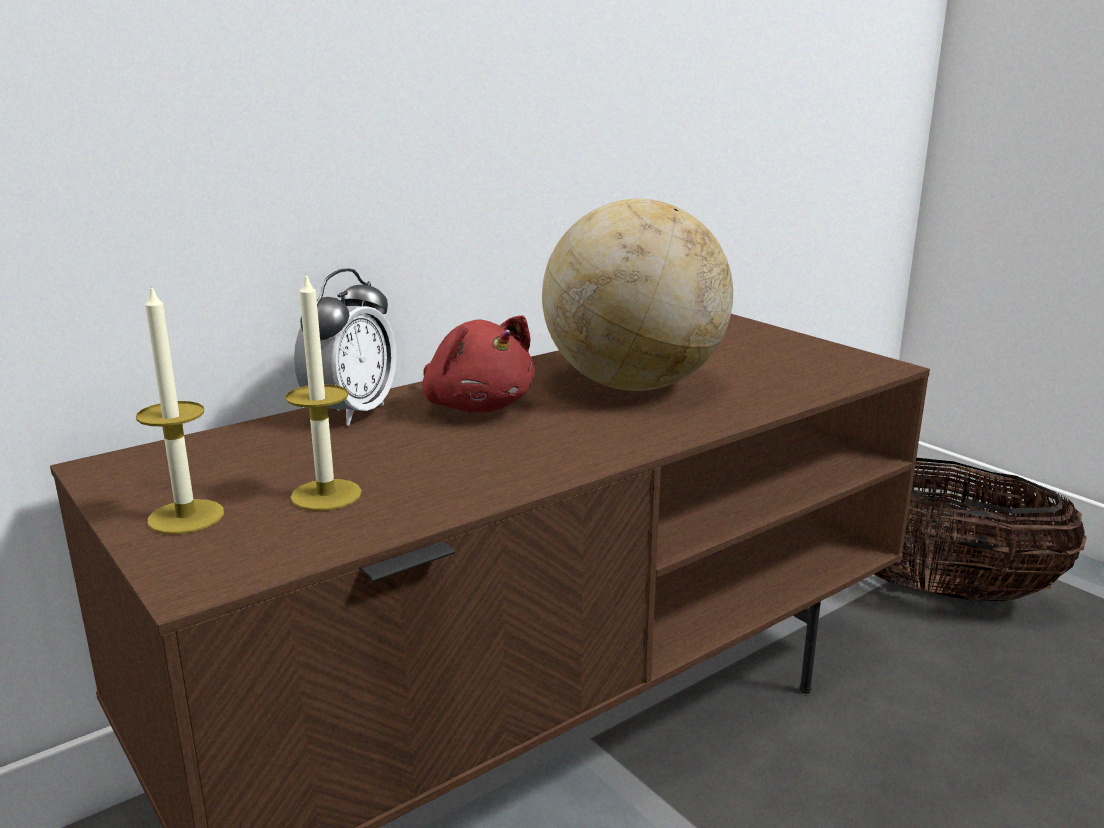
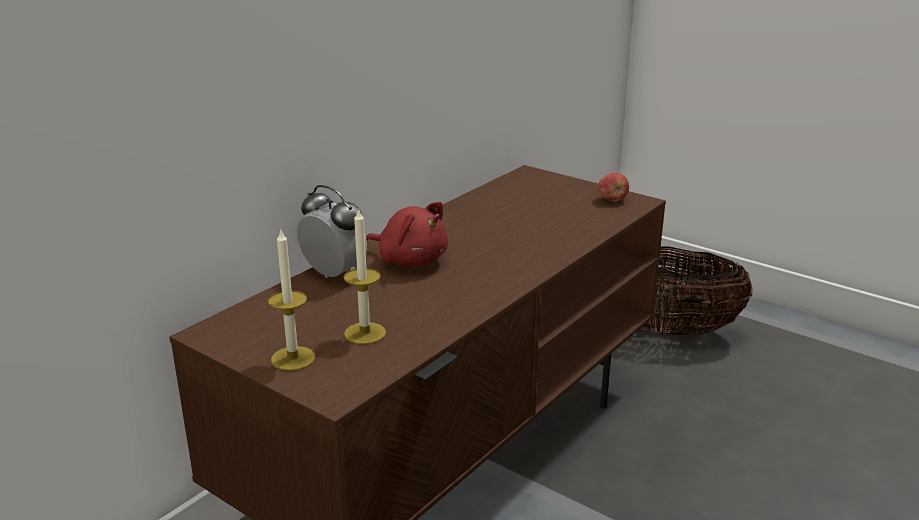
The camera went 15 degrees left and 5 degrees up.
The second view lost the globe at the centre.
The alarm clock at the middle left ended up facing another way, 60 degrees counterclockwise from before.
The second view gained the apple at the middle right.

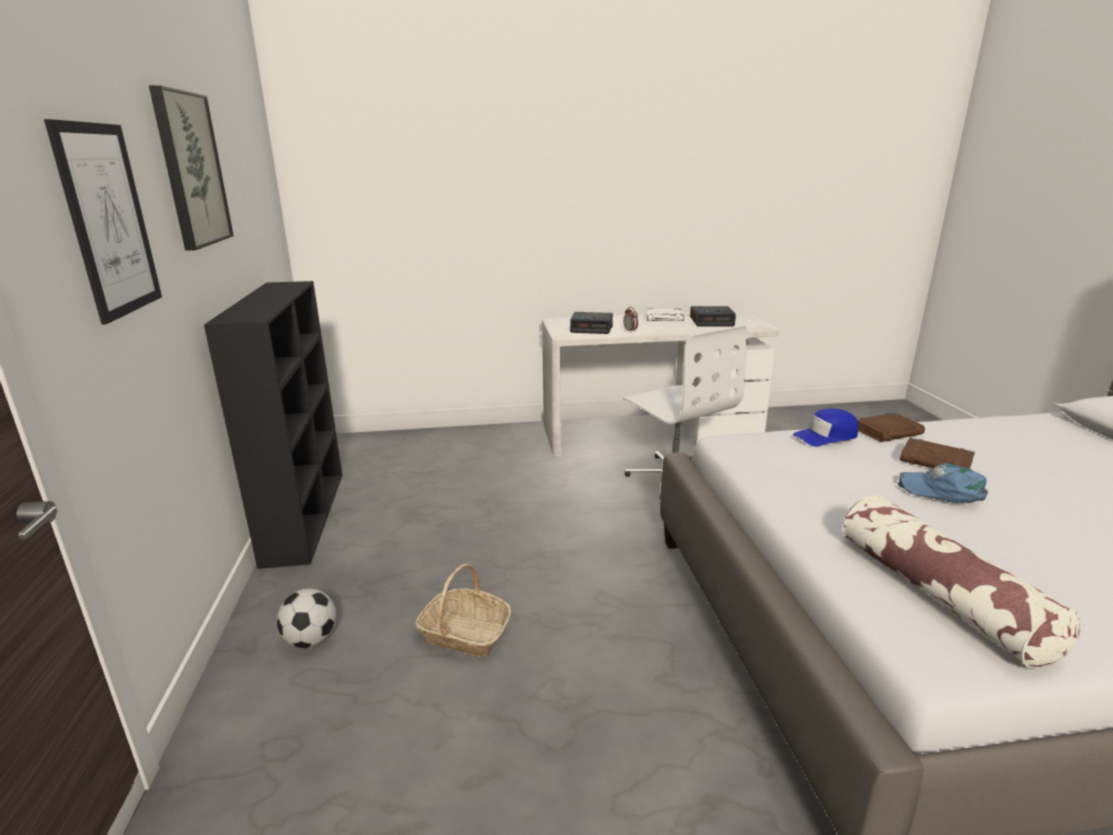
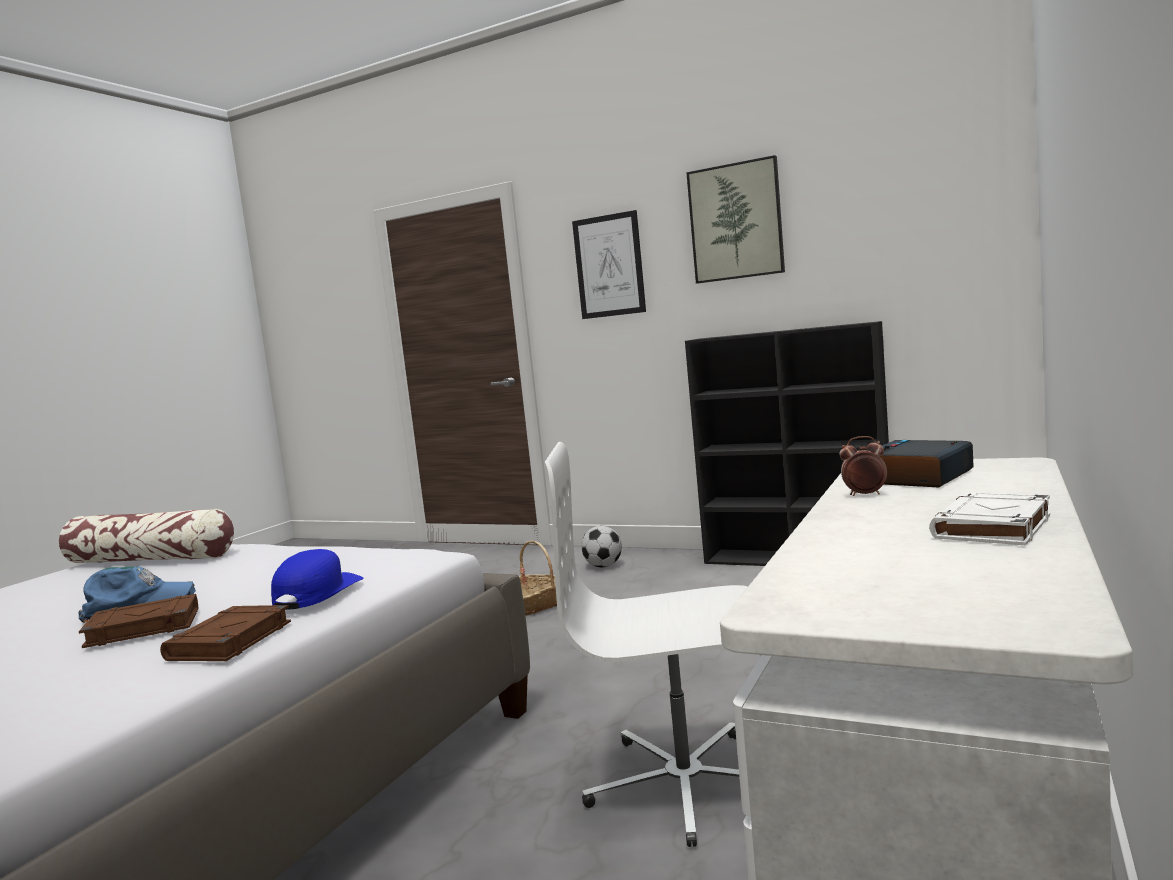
The camera went 125 degrees right and 15 degrees down.
The second view lost the alarm clock (3rd from left) at the centre.

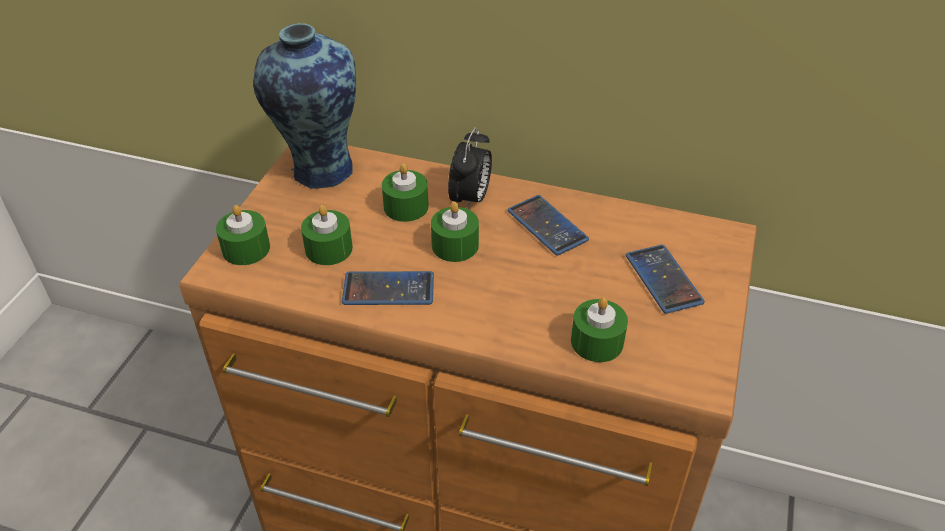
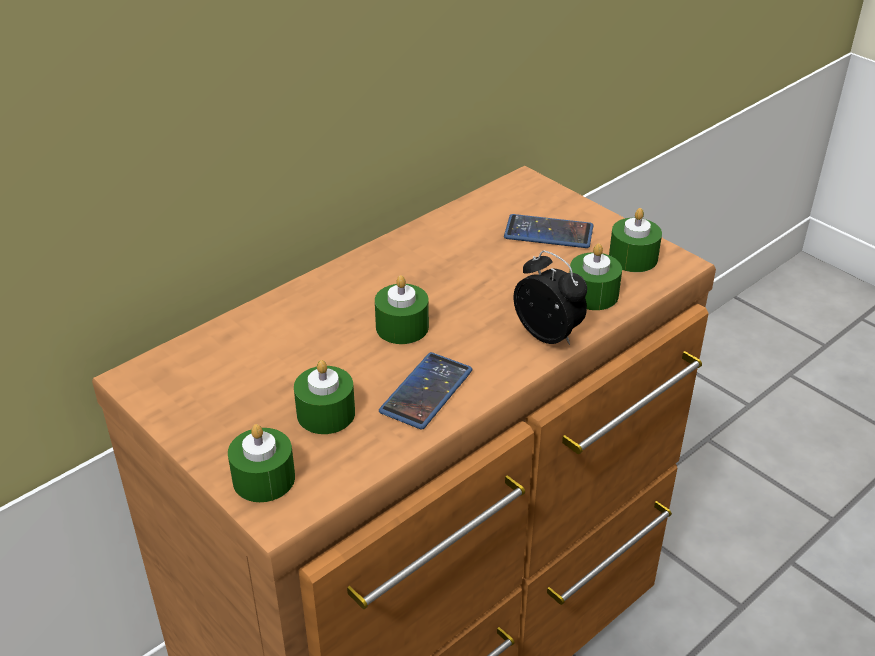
The camera went 60 degrees left and 5 degrees down.
The second view lost the vase at the top left.
The alarm clock ended up elsewhere, having gone from the top centre to the centre.
The green candle (3rd from left in the first image) ended up elsewhere, having gone from the centre to the middle right.
The second view lost the phone (2nd from left) at the centre.

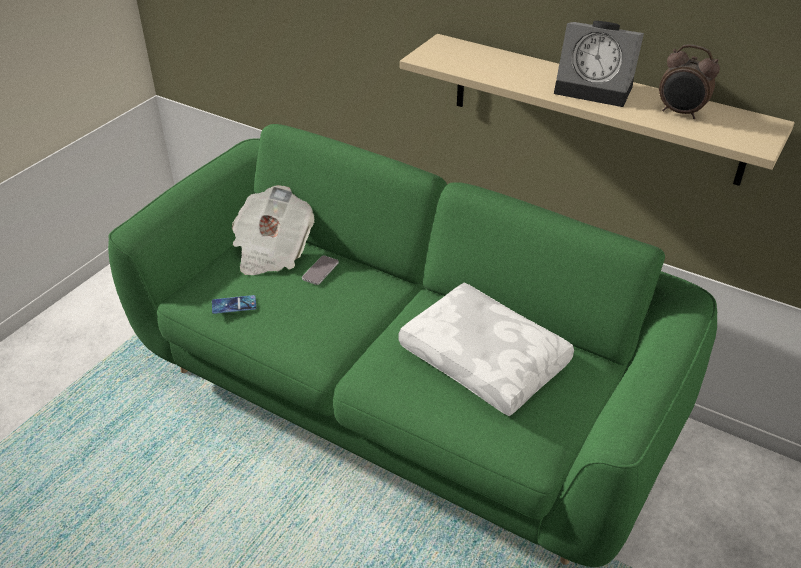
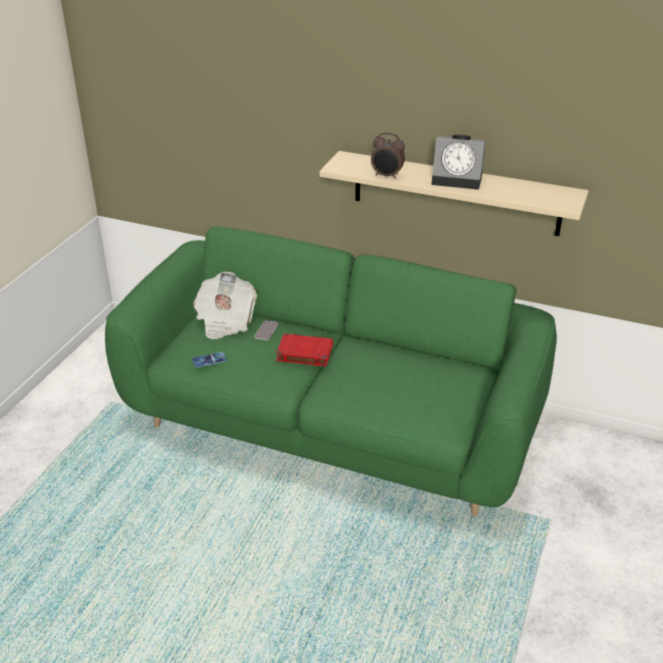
The camera went 10 degrees left and 5 degrees down.
The alarm clock (2nd from left in the first image) ended up elsewhere, having gone from the top right to the top centre.
The second view lost the white pillow at the centre.
The second view gained the red book at the centre.

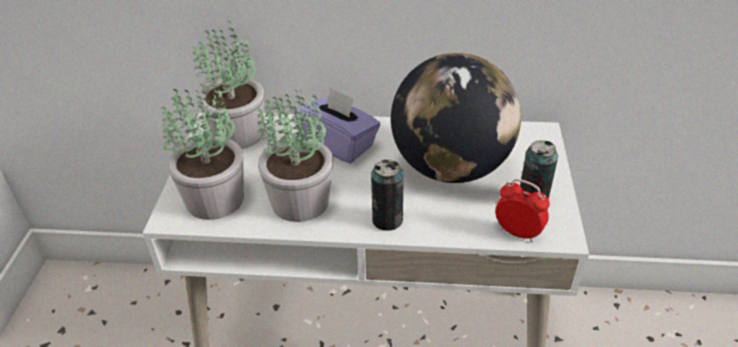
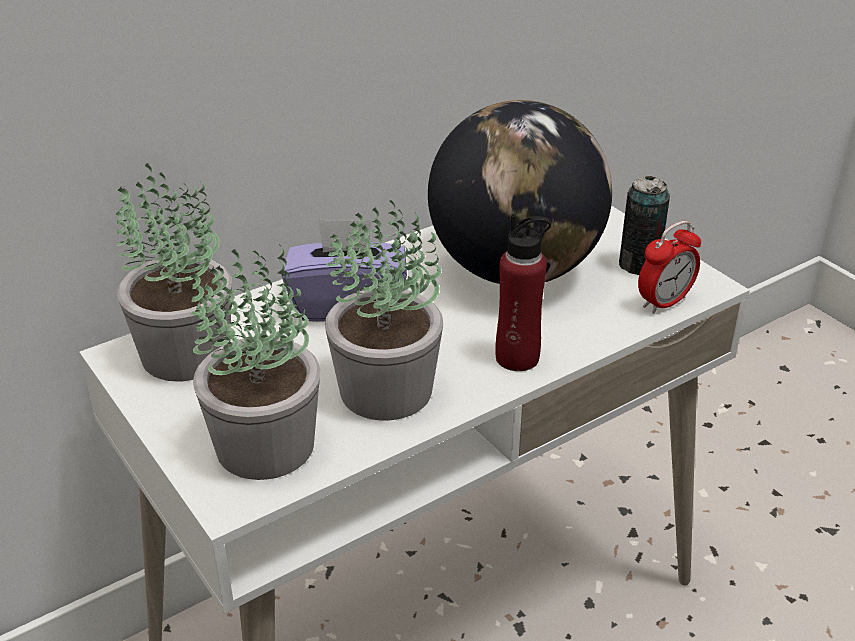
The camera went 40 degrees left and 5 degrees down.
Where the can (1st from left) stood at the centre, the red bottle came to stand at the centre.
The alarm clock at the middle right ended up facing another way, 150 degrees clockwise from before.

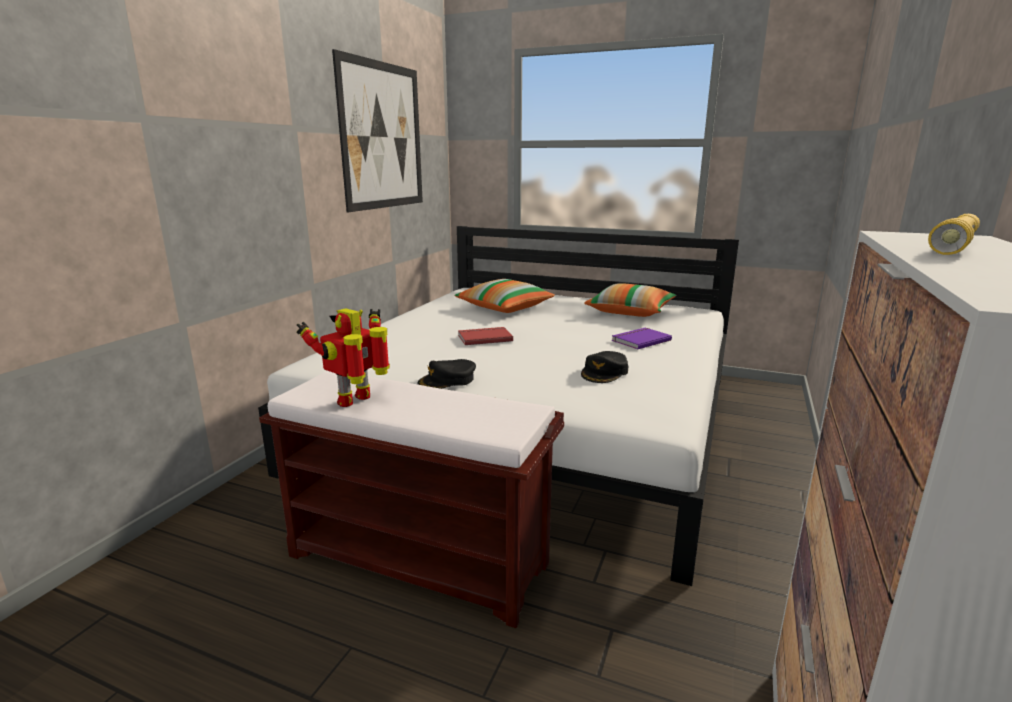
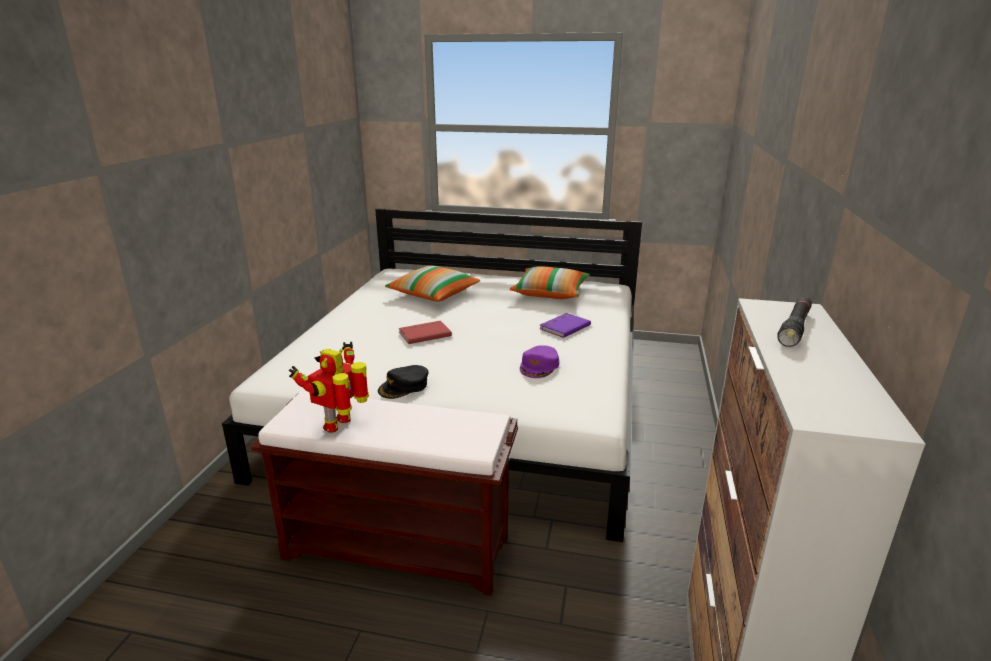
The camera went 10 degrees left and 5 degrees up.
The second view lost the picture at the top centre.
What was the yellow flashlight at the middle right turned into the black flashlight at the middle right.
What was the black cap (2nd from left) at the centre turned into the purple cap at the centre.

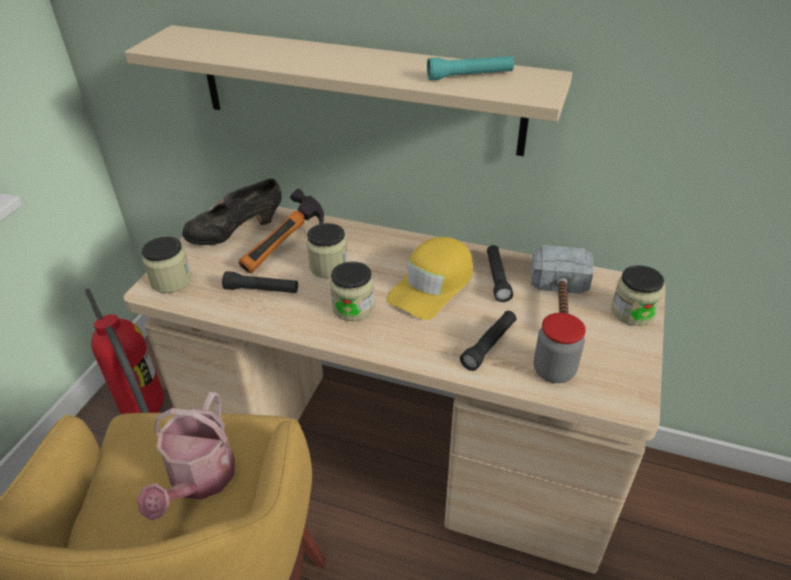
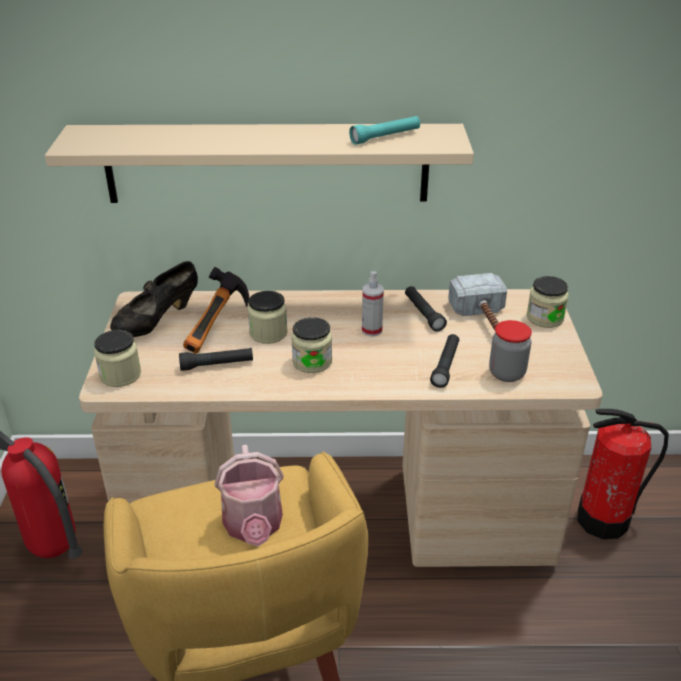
The camera went 20 degrees left and 5 degrees down.
Where the yellow cap stood at the centre, the spray bottle came to stand at the centre.
The second view gained the fire extinguisher (2nd from left) at the bottom right.

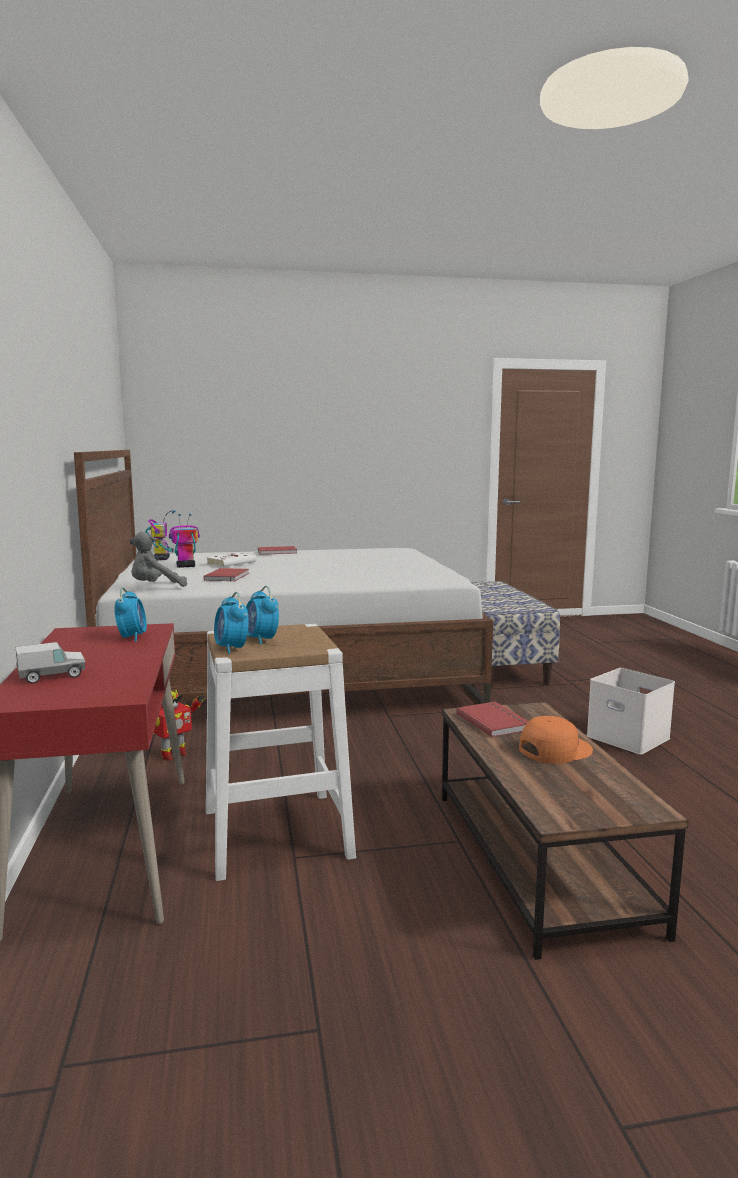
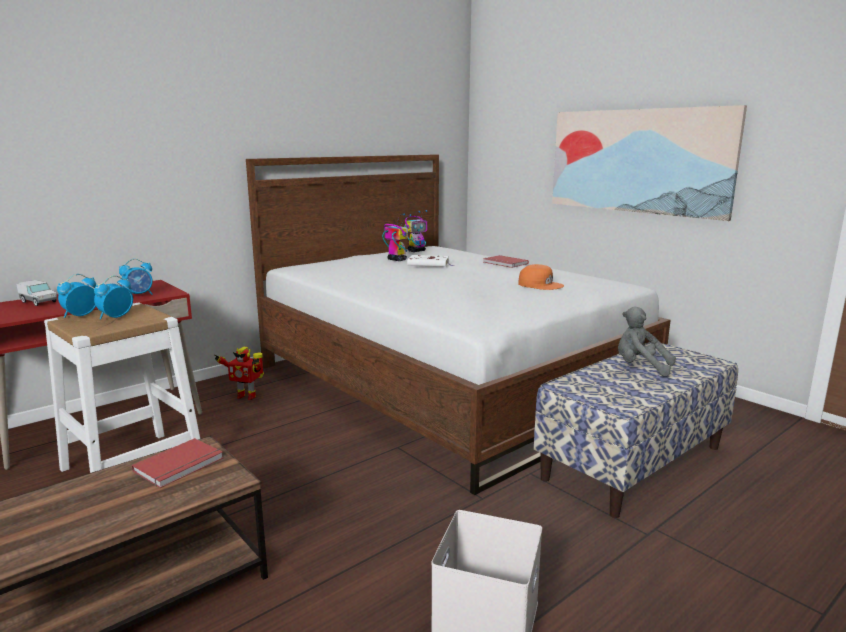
The camera went 60 degrees right and 5 degrees up.
The grey plush toy ended up elsewhere, having gone from the middle left to the middle right.
The second view lost the red book (1st from left) at the middle left.
The orange cap ended up elsewhere, having gone from the middle right to the centre.
The second view gained the picture at the top right.

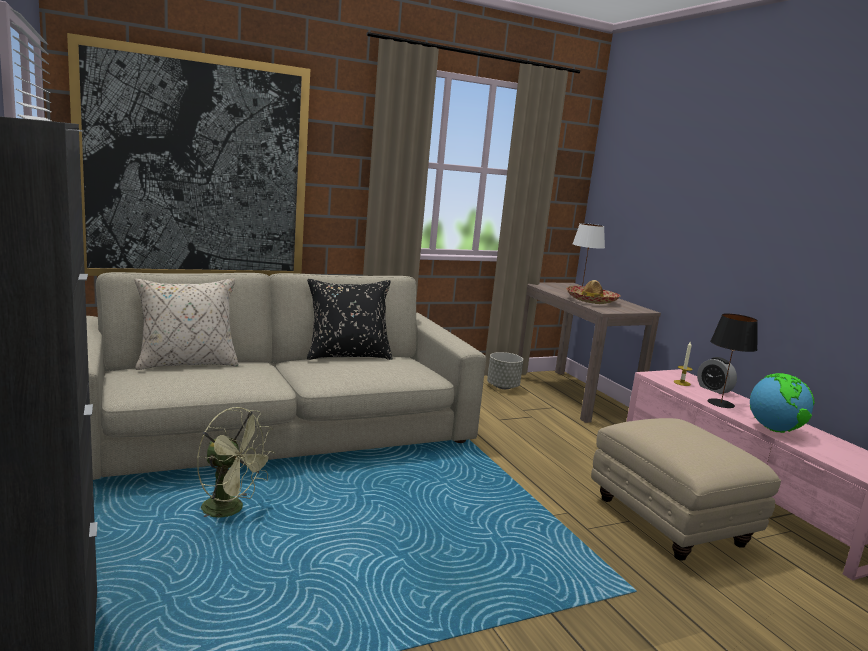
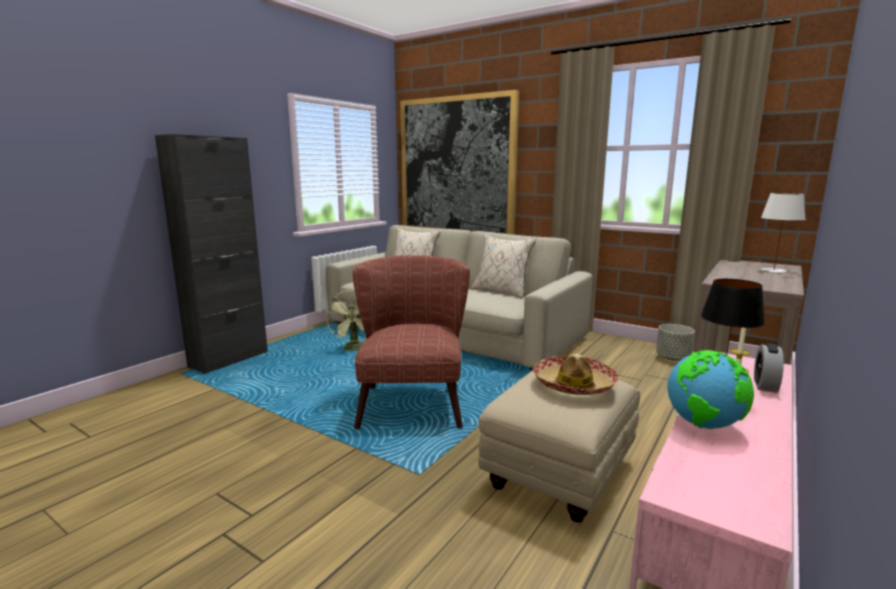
The camera went 60 degrees right and 0 degrees up.
What was the black pillow at the centre turned into the beige pillow (2nd from left) at the centre.
The hat ended up elsewhere, having gone from the middle right to the centre.
The second view gained the brown armchair at the centre.

